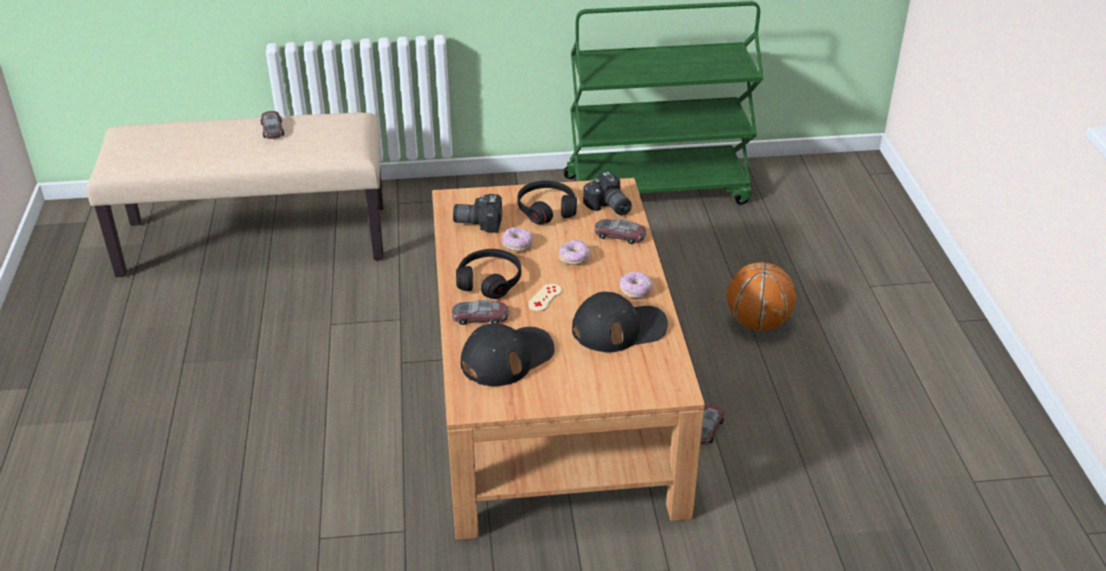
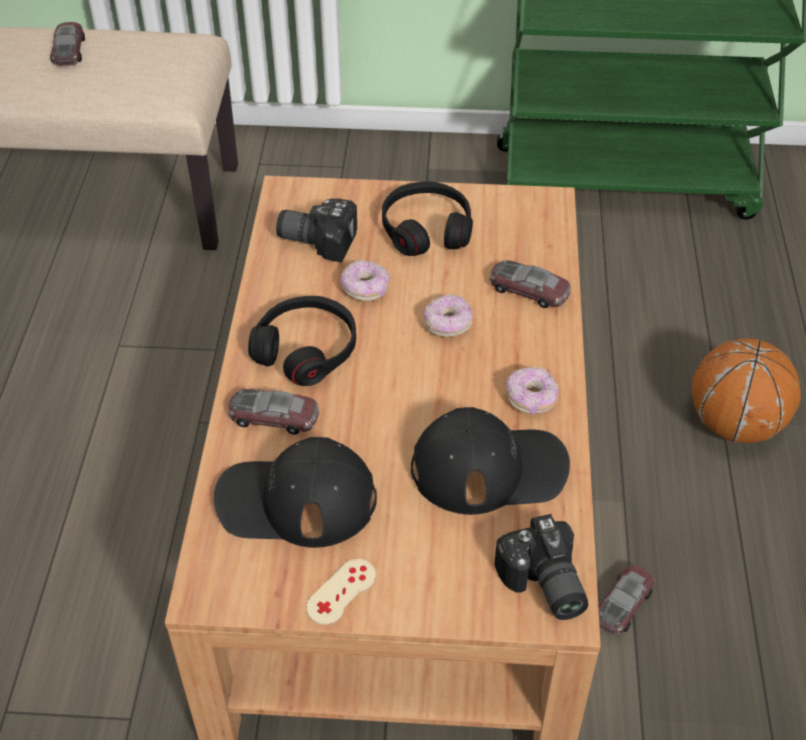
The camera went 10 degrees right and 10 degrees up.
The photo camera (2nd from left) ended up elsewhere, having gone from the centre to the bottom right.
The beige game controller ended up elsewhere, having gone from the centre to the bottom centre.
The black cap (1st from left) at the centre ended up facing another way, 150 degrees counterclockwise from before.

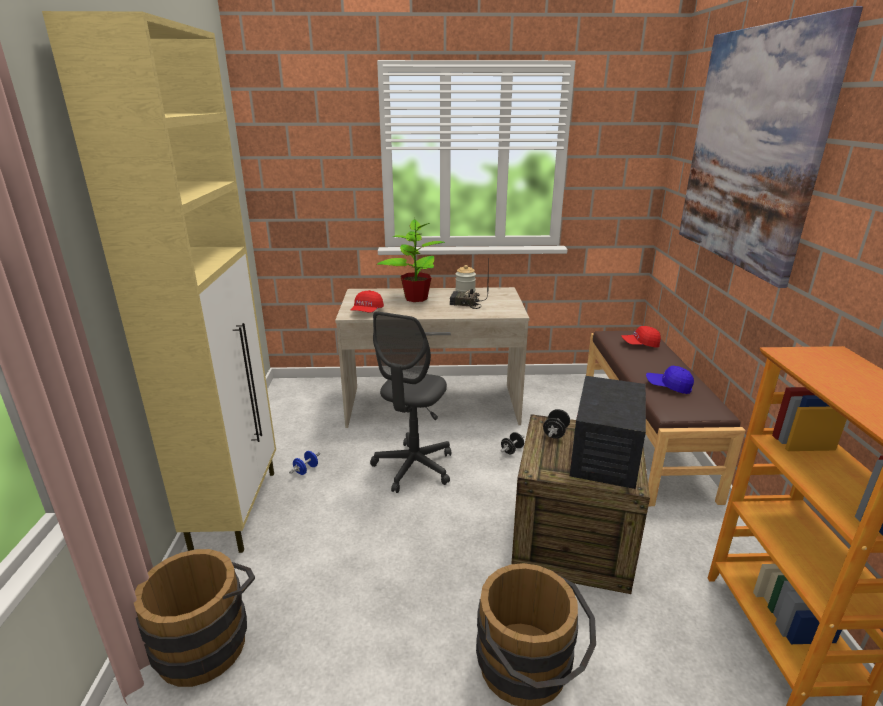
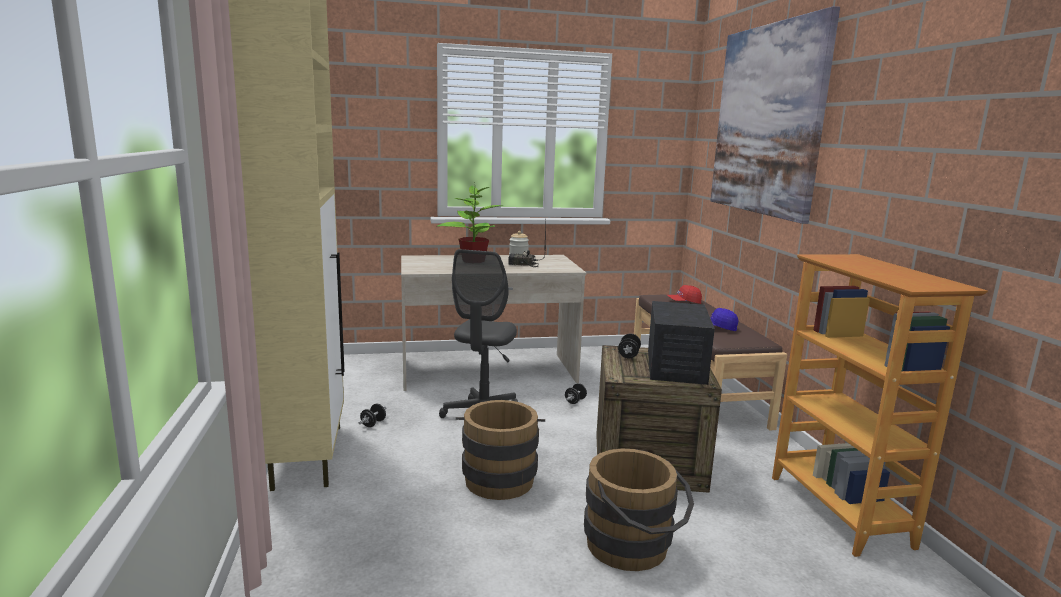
The camera went 10 degrees left and 10 degrees down.
The second view lost the red cap (1st from left) at the centre.
What was the blue dumbbell at the centre turned into the black dumbbell (1st from left) at the bottom centre.
The brown bucket (1st from left) ended up elsewhere, having gone from the bottom left to the bottom centre.

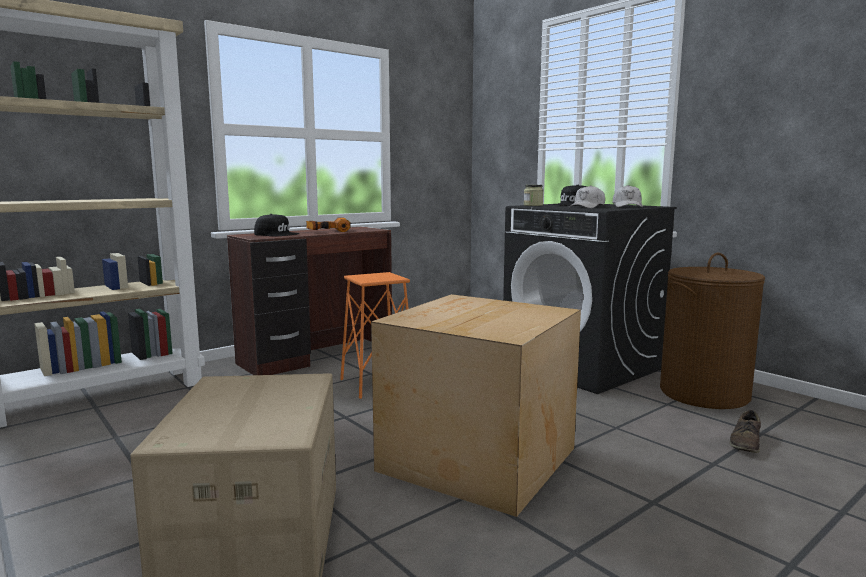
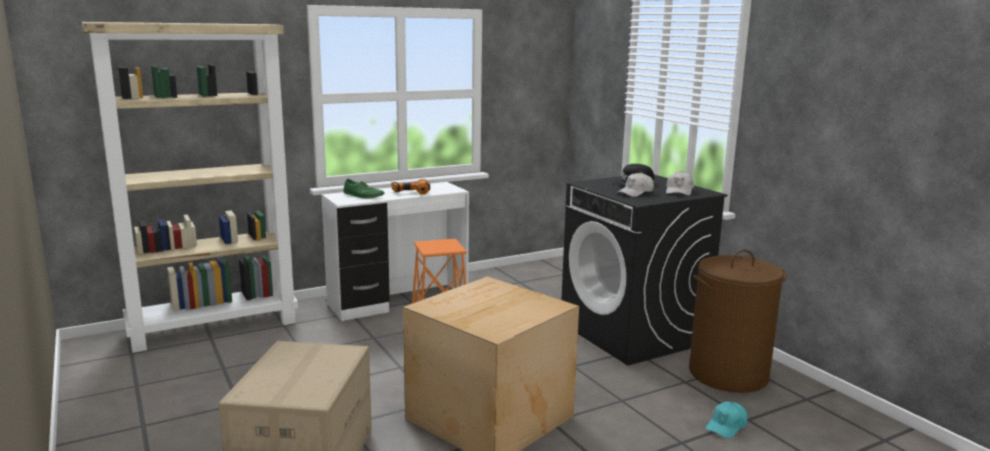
The camera went 10 degrees right and 5 degrees up.
The second view lost the jar at the centre.
Where the black cap (1st from left) stood at the middle left, the green shoe came to stand at the centre.
What was the brown desk at the centre turned into the white desk at the centre.
Where the brown shoe stood at the bottom right, the turquoise cap came to stand at the bottom right.

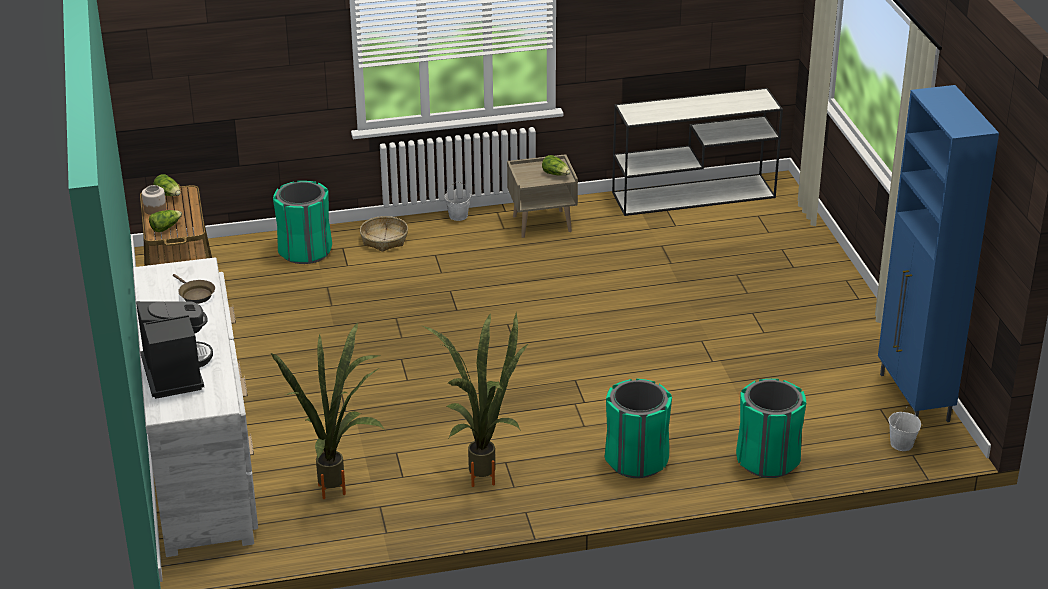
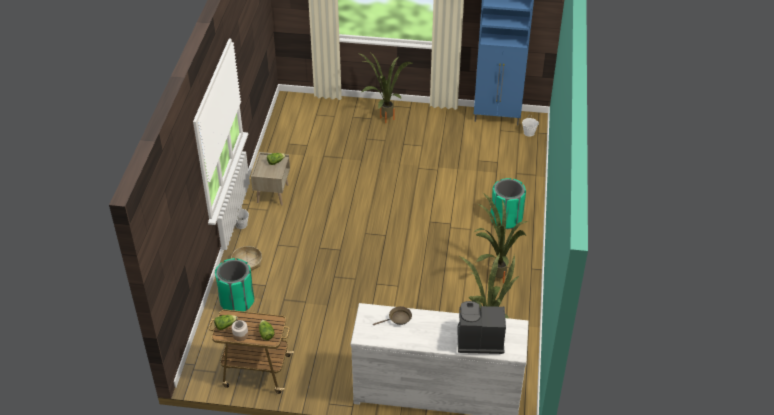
The camera went 70 degrees left and 10 degrees up.
The second view lost the white console table at the top centre.
The second view lost the green trash can (3rd from left) at the bottom right.
The second view gained the potted plant (1st from left) at the top centre.

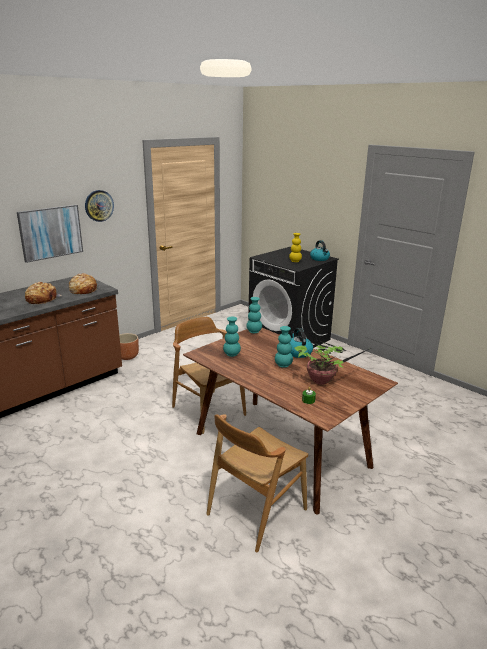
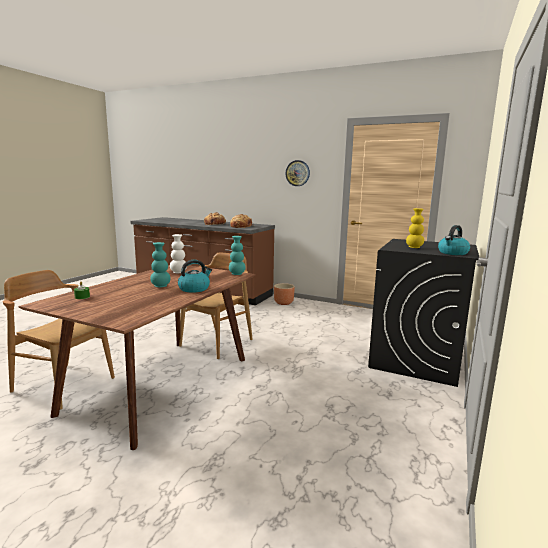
The camera went 70 degrees right and 10 degrees down.
The second view lost the picture at the middle left.
What was the turquoise vase (1st from left) at the centre turned into the white vase at the middle left.
The second view lost the potted plant at the middle right.

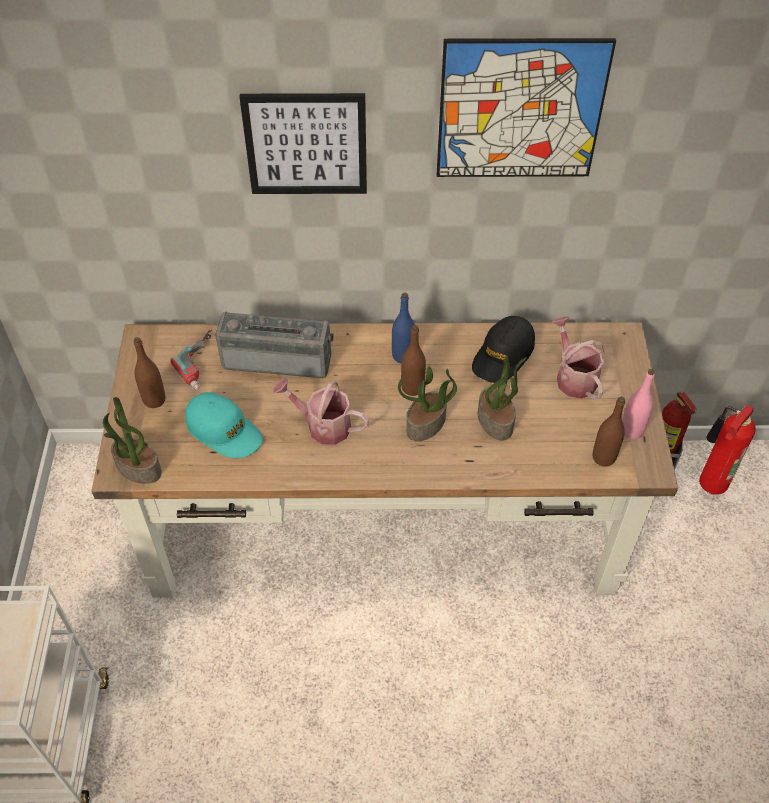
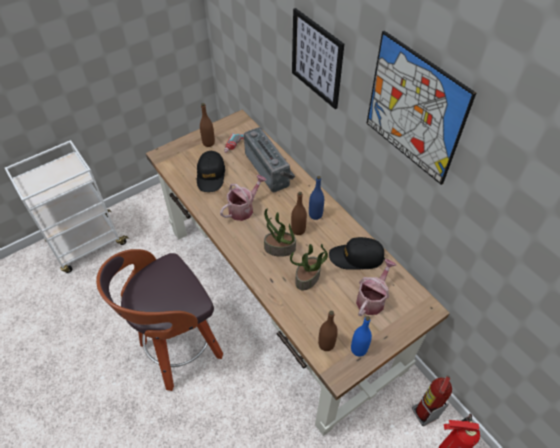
The camera went 55 degrees right and 0 degrees up.
What was the pink bottle at the middle right turned into the blue bottle (2nd from left) at the bottom centre.
The watering can (1st from left) at the centre ended up facing another way, 60 degrees clockwise from before.
What was the turquoise cap at the middle left turned into the black cap (1st from left) at the centre.
The second view lost the potted plant (1st from left) at the middle left.
The second view gained the stool at the bottom left.

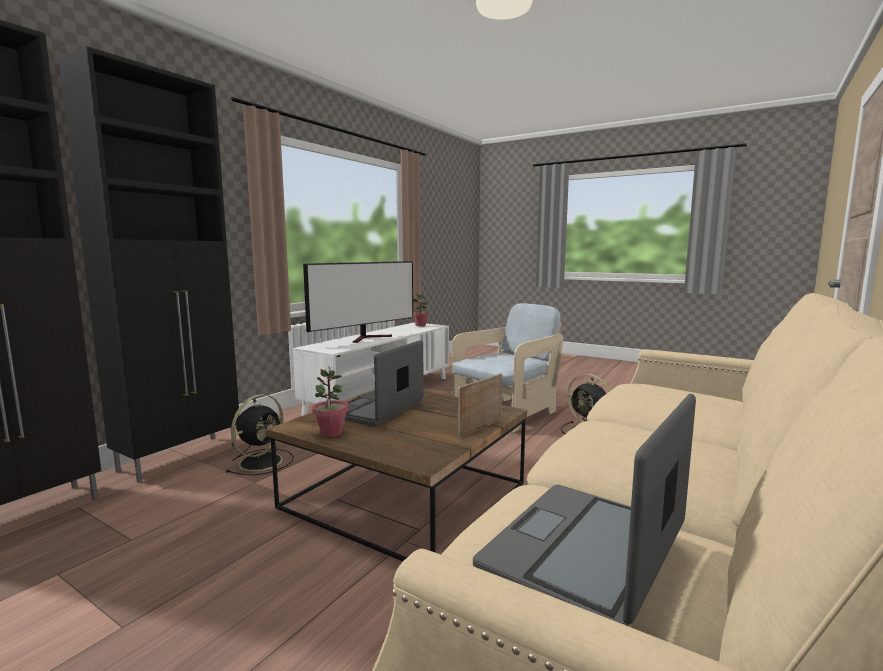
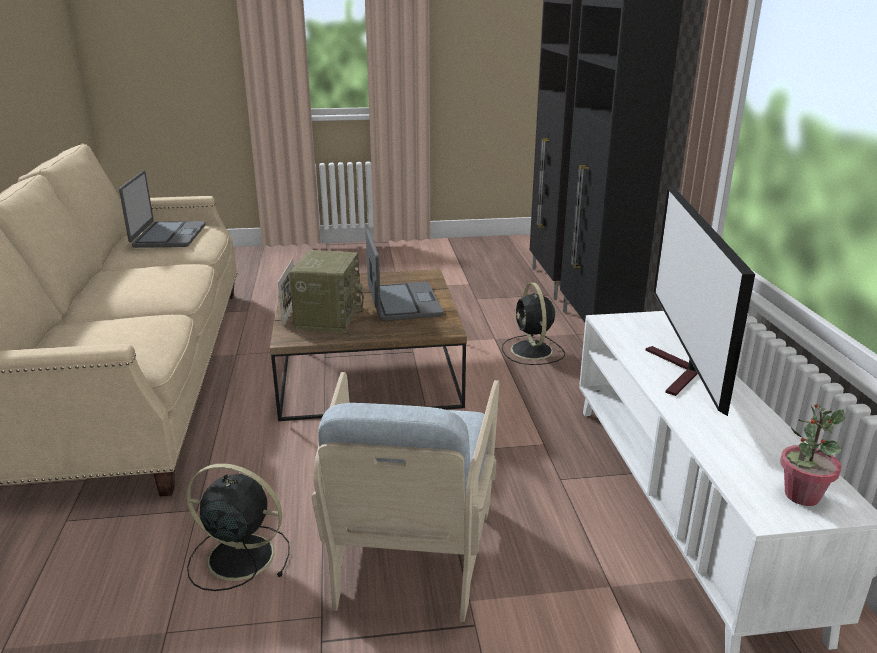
The camera went 140 degrees right and 15 degrees up.
The second view lost the potted plant (1st from left) at the centre.
The second view gained the radio at the centre.

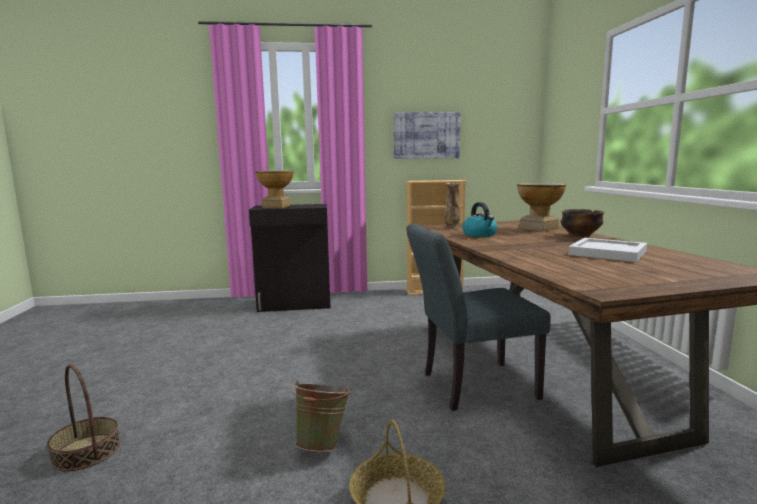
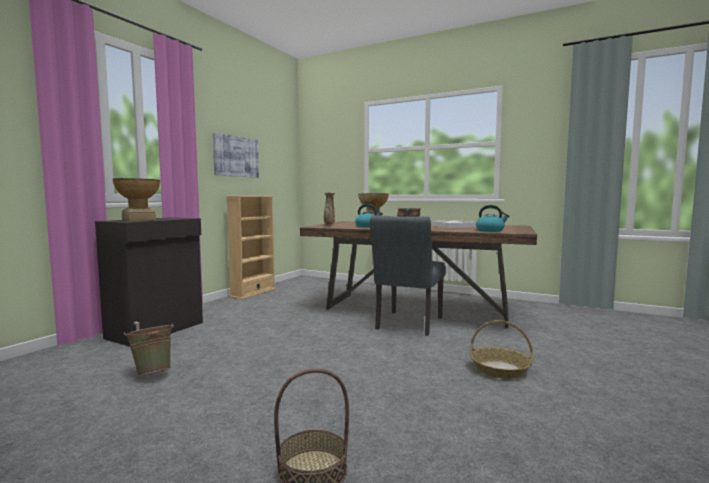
The camera went 55 degrees left and 5 degrees down.
The green bucket ended up elsewhere, having gone from the bottom centre to the bottom left.
The second view gained the kettle (2nd from left) at the middle right.

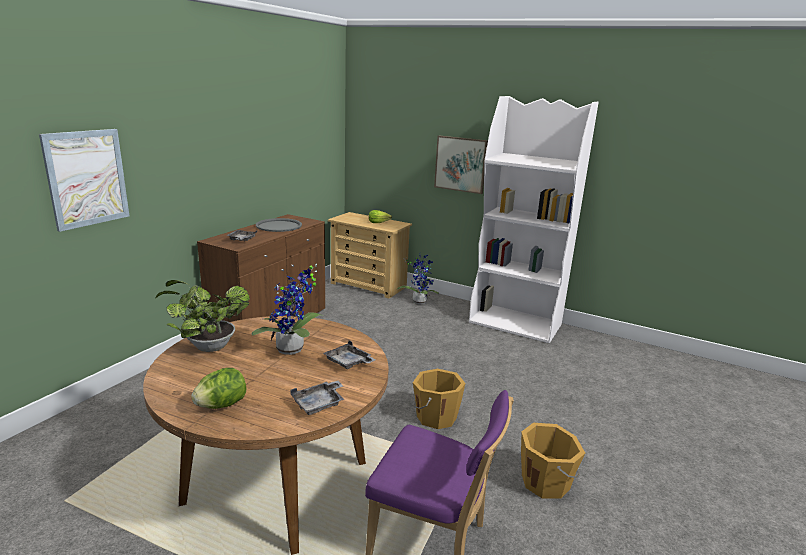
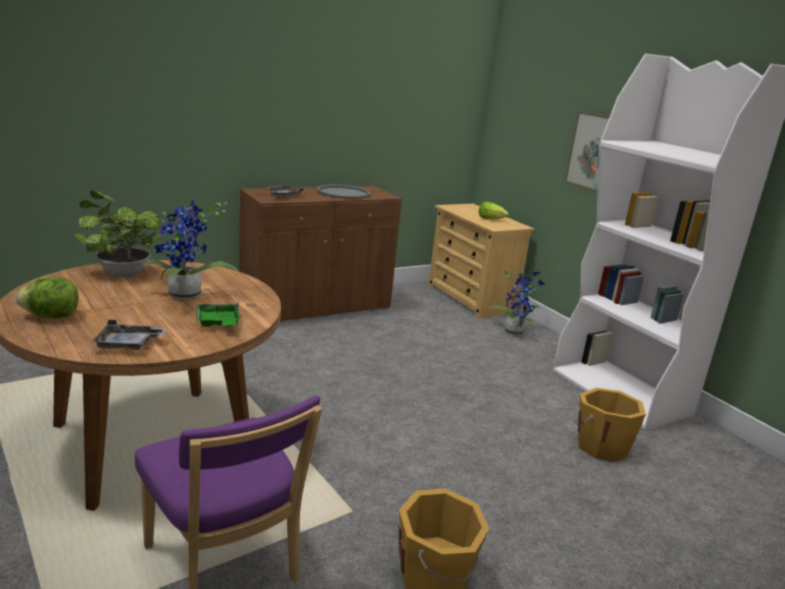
The camera went 30 degrees right and 0 degrees up.
The second view lost the picture (1st from left) at the top left.
What was the grey tray (4th from left) at the centre turned into the green tray at the middle left.
The orange bucket (1st from left in the first image) ended up elsewhere, having gone from the bottom centre to the bottom right.

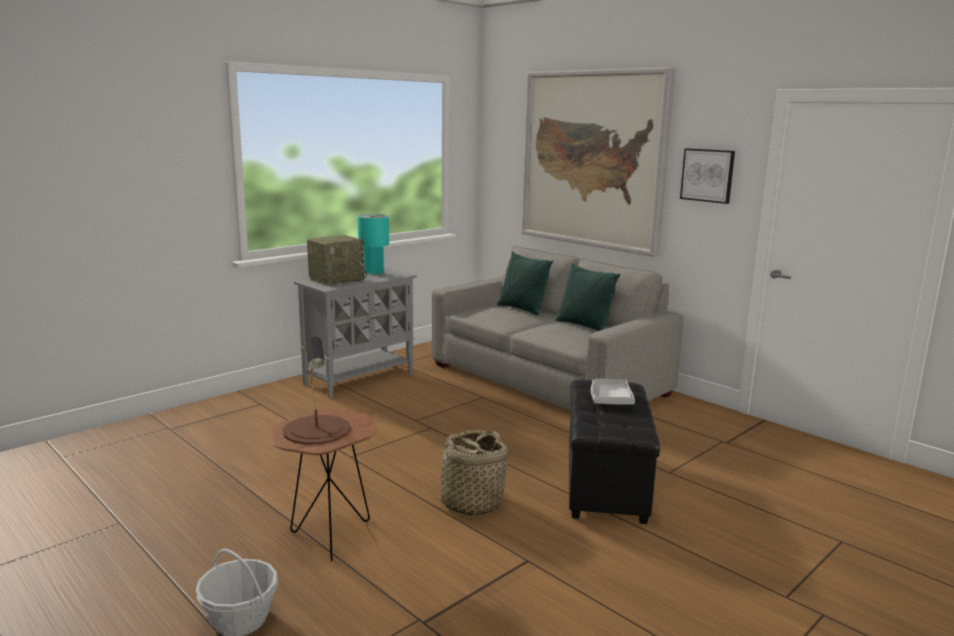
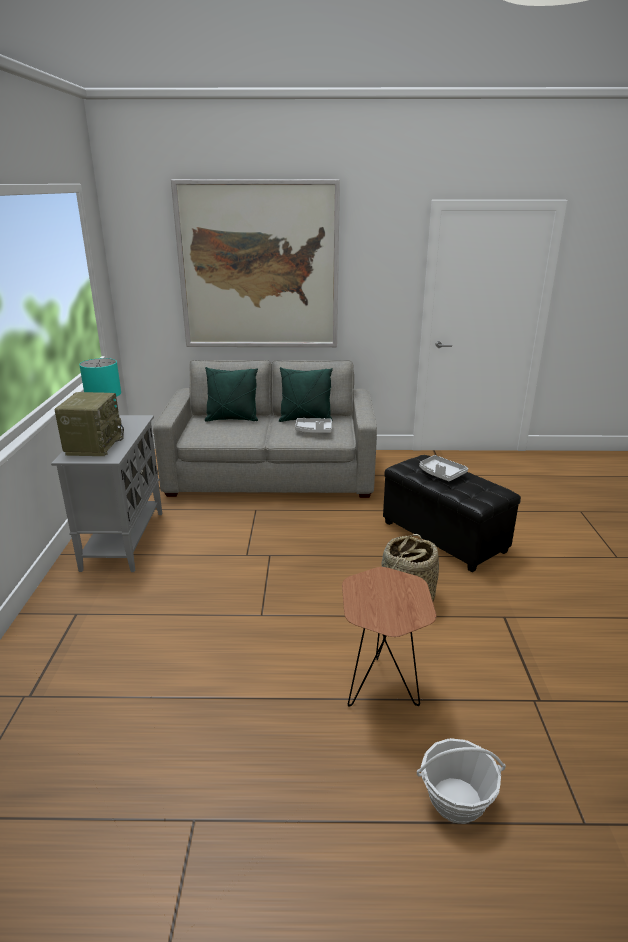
The camera went 45 degrees left and 10 degrees up.
The second view lost the picture (2nd from left) at the top right.
The second view lost the brown table lamp at the middle left.
The second view gained the grey tray (1st from left) at the centre.

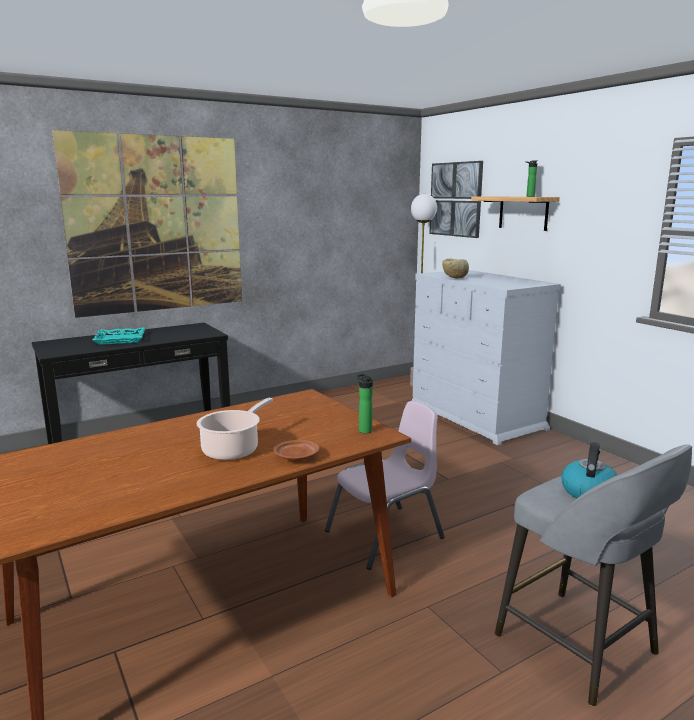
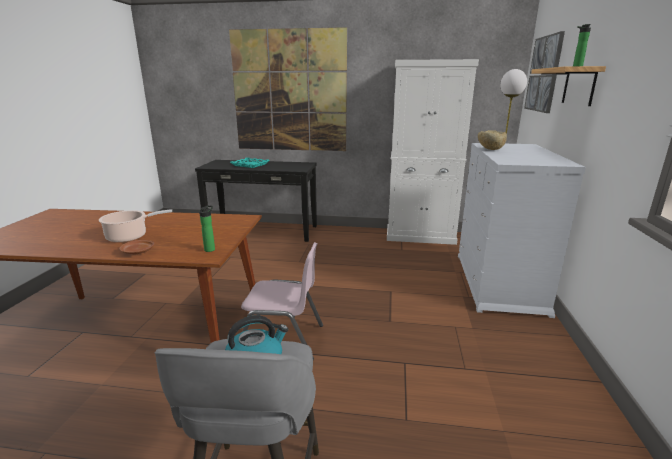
The camera went 40 degrees right and 5 degrees up.
The second view gained the white cabinet at the top centre.

